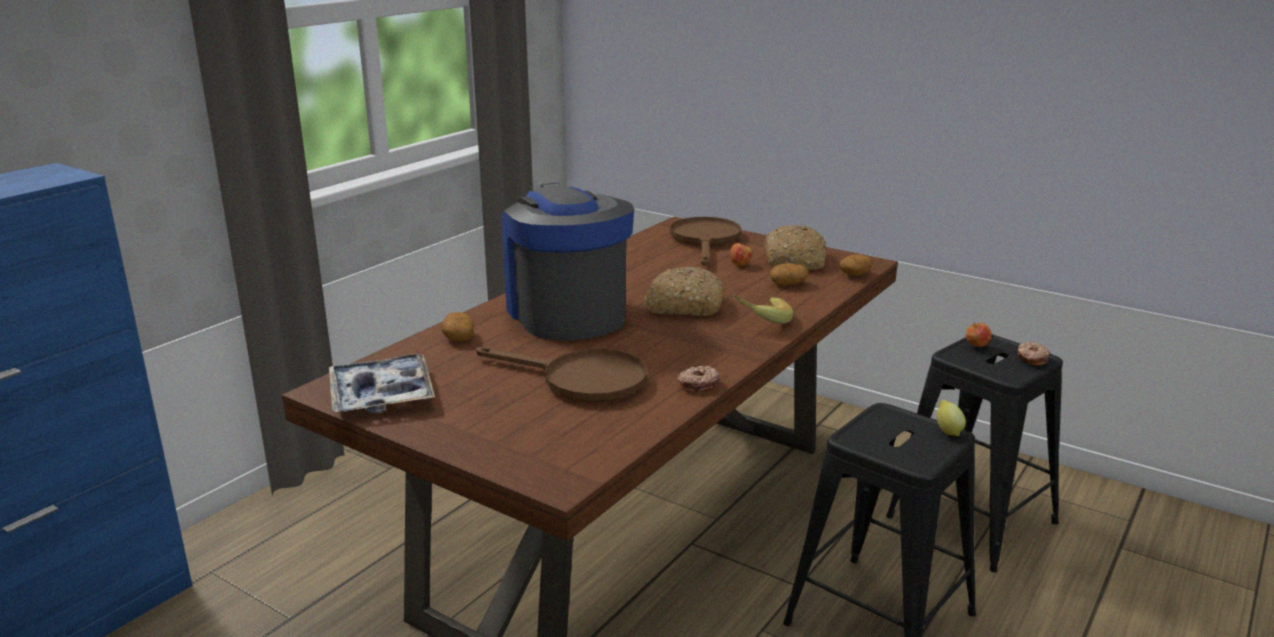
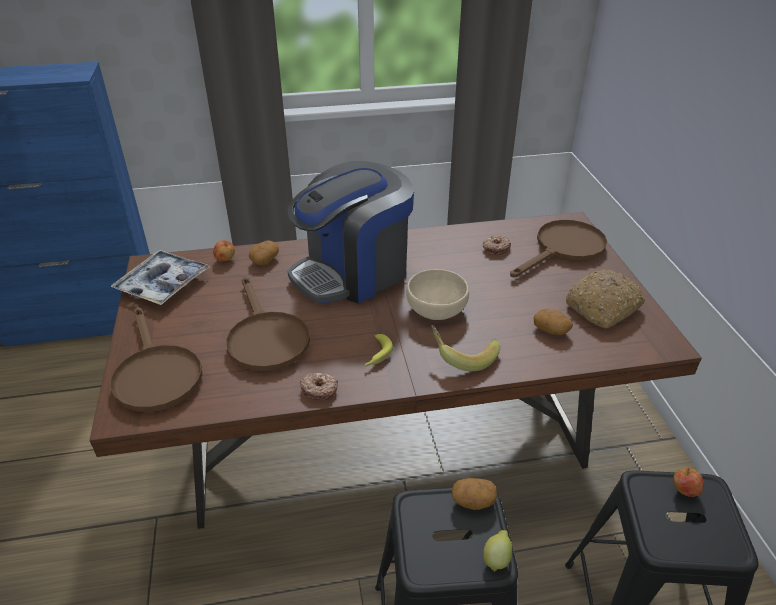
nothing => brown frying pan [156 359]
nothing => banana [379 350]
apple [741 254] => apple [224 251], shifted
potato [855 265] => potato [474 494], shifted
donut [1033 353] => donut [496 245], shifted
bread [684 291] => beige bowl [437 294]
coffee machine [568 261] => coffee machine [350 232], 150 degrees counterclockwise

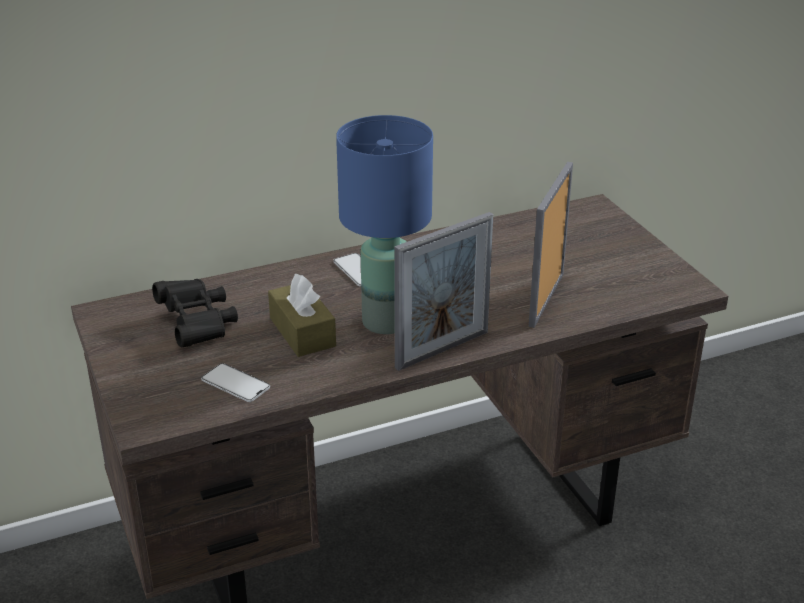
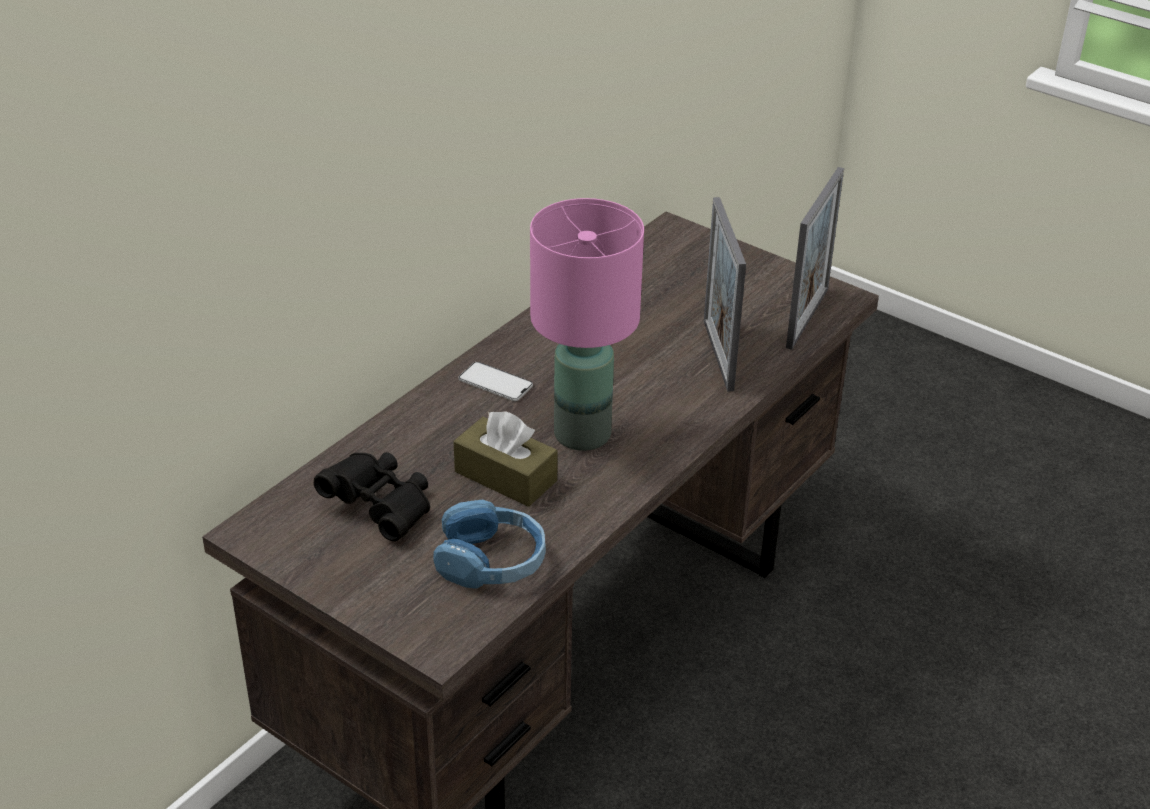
picture frame [443 291] => picture frame [815 258], shifted
phone [235 382] => blue headphones [489 544]
blue table lamp [384 224] => pink table lamp [587 324]

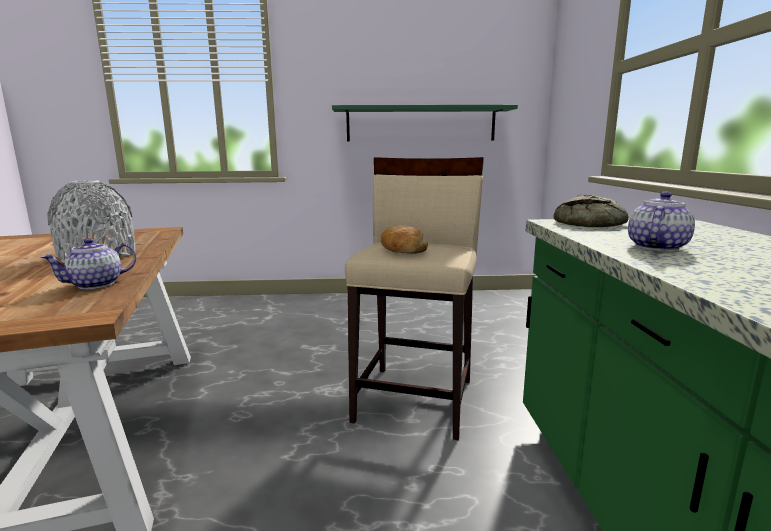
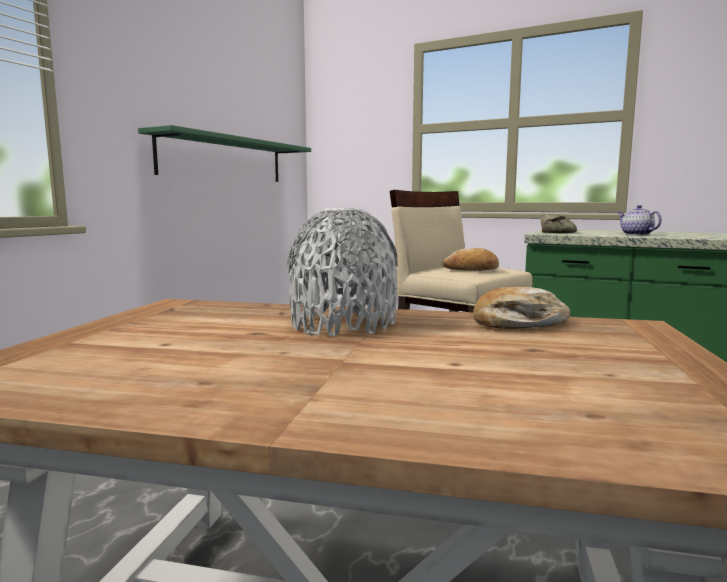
teapot [88 263] => bread [521 308]

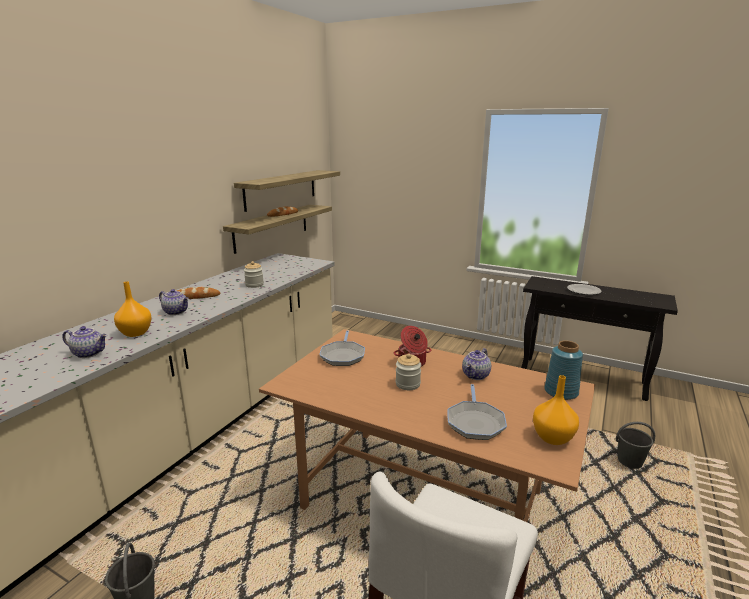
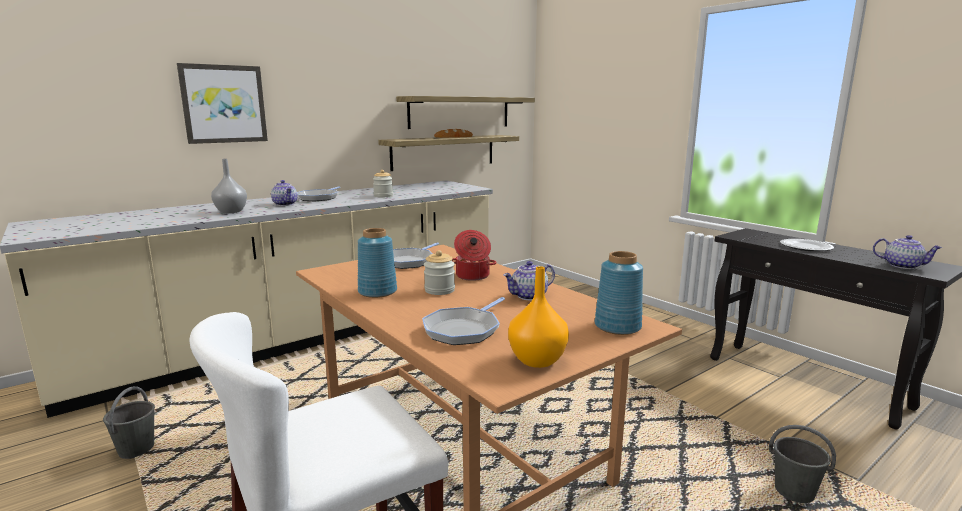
nothing => picture [222 103]
nothing => blue vase [377 263]
teapot [84 342] => teapot [907 252], shifted
bread [198 293] => frying pan [318 193]
orange vase [133 309] => grey vase [229 186]

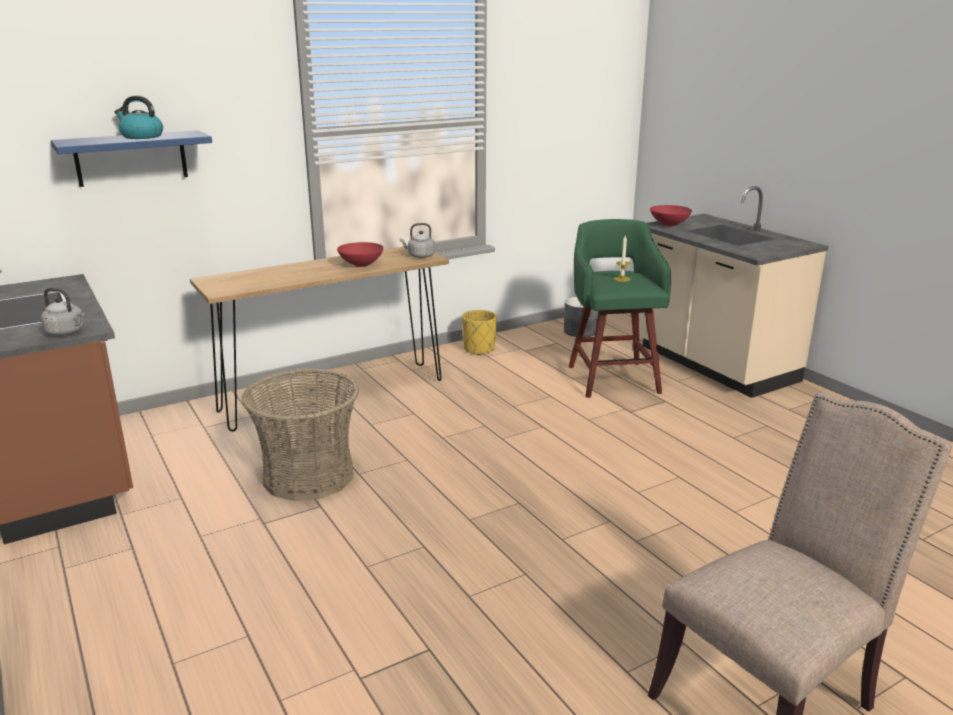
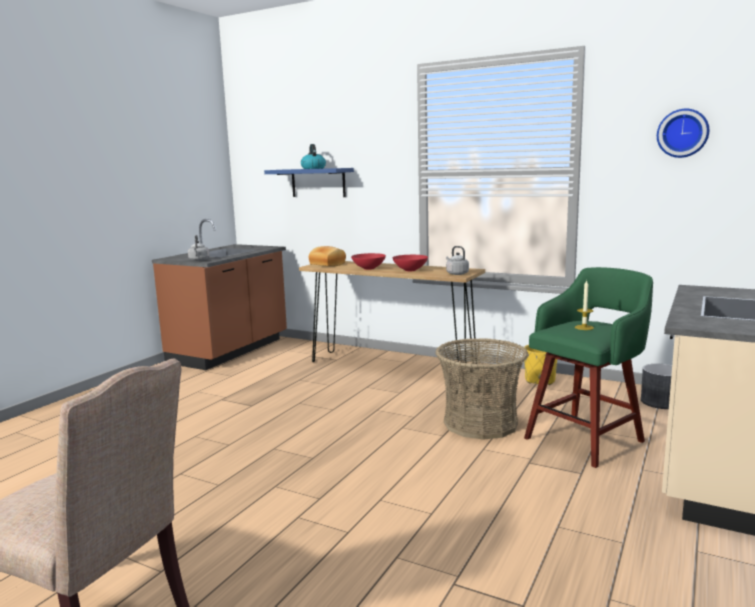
nothing => bread [327 256]
nothing => wall clock [683 133]
basket [300 435] => basket [481 389], shifted
red bowl [671 215] => red bowl [368 261], shifted

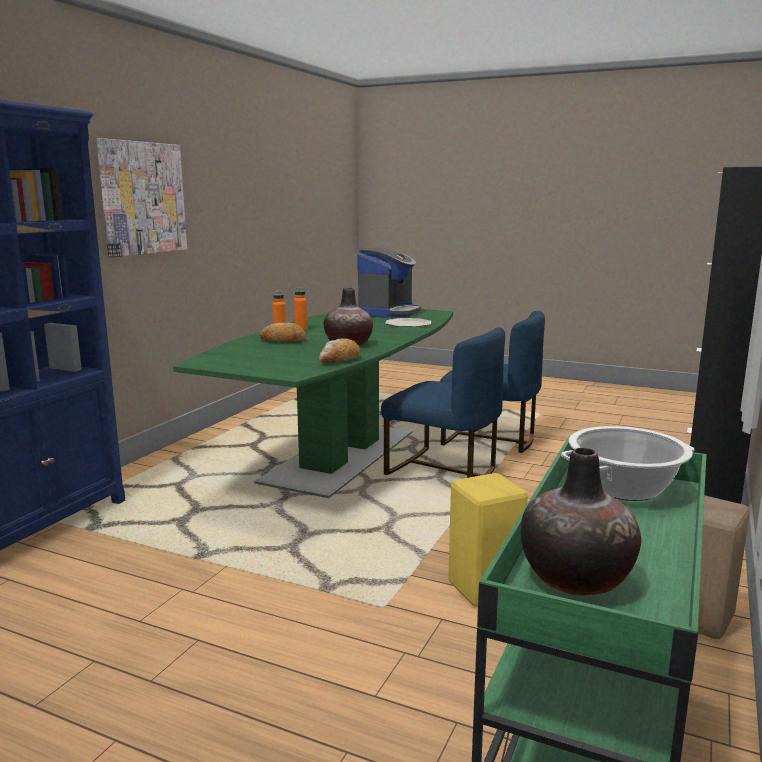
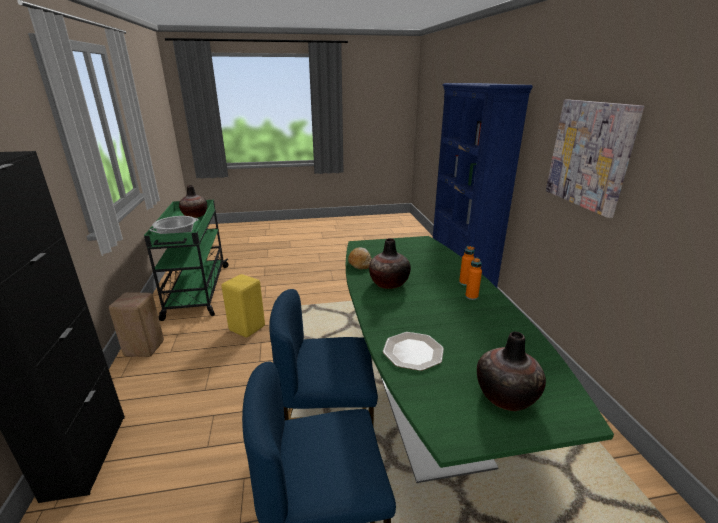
bread [282 332] => nothing
coffee machine [389 283] => vase [511 371]

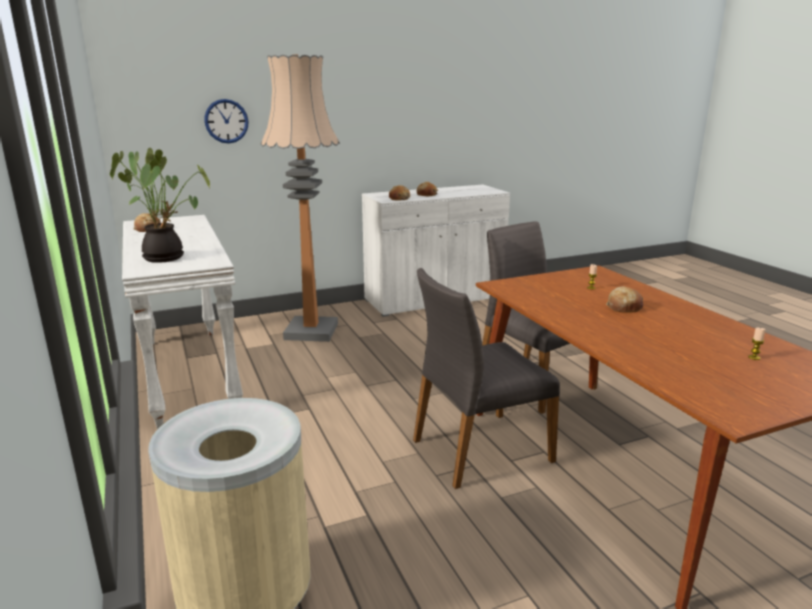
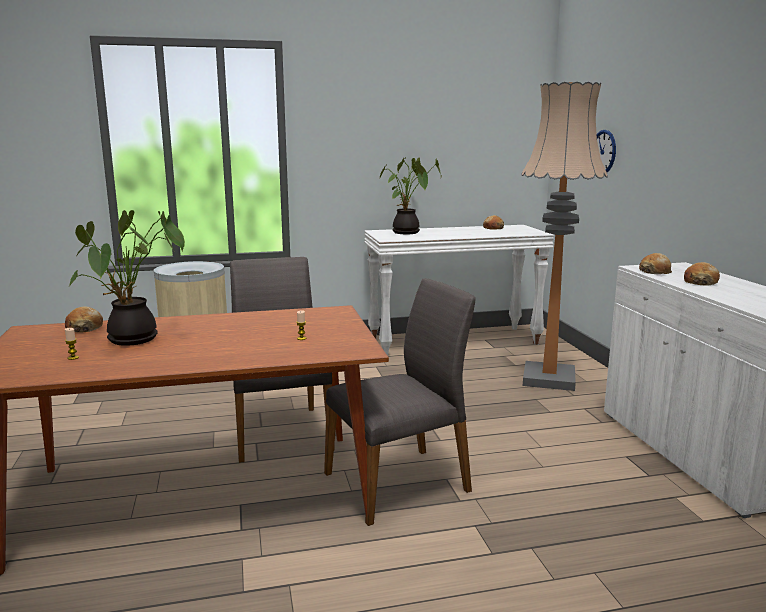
nothing => potted plant [127 278]
bread [624 299] => bread [84 319], shifted

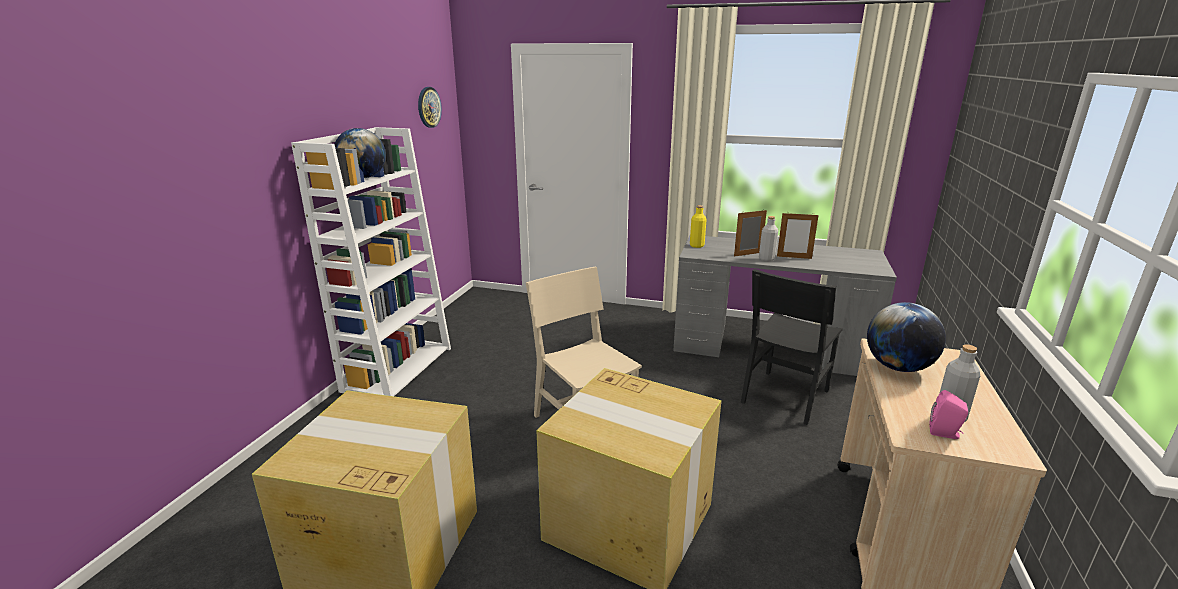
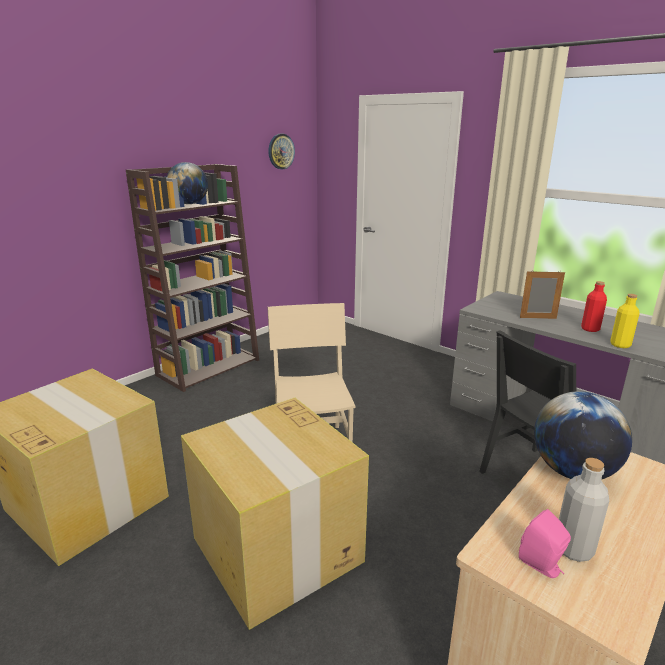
grey bottle [768 238] => nothing
yellow bottle [698 226] => yellow bottle [625 321], shifted
picture frame [798 236] => red bottle [594 306]
white bookcase [371 261] => brown bookcase [192 278]

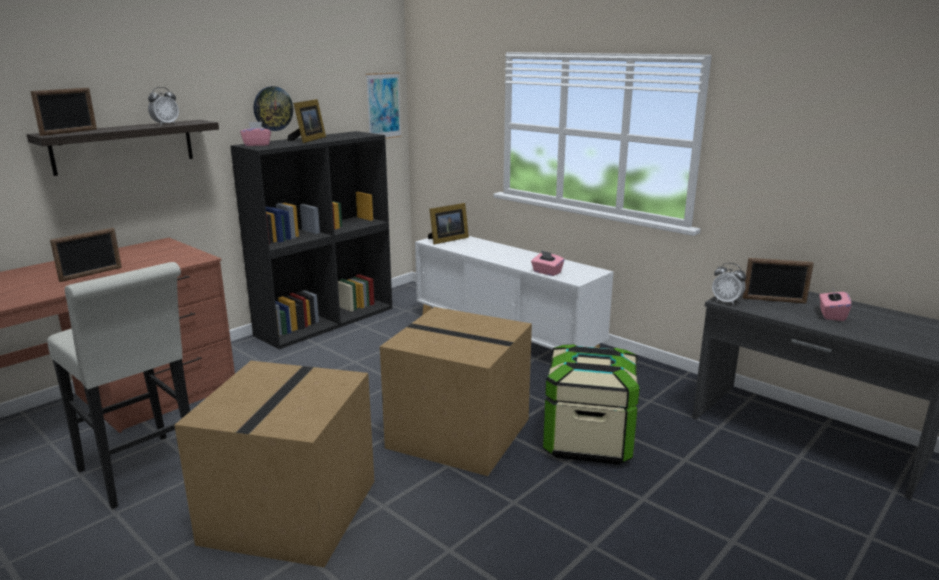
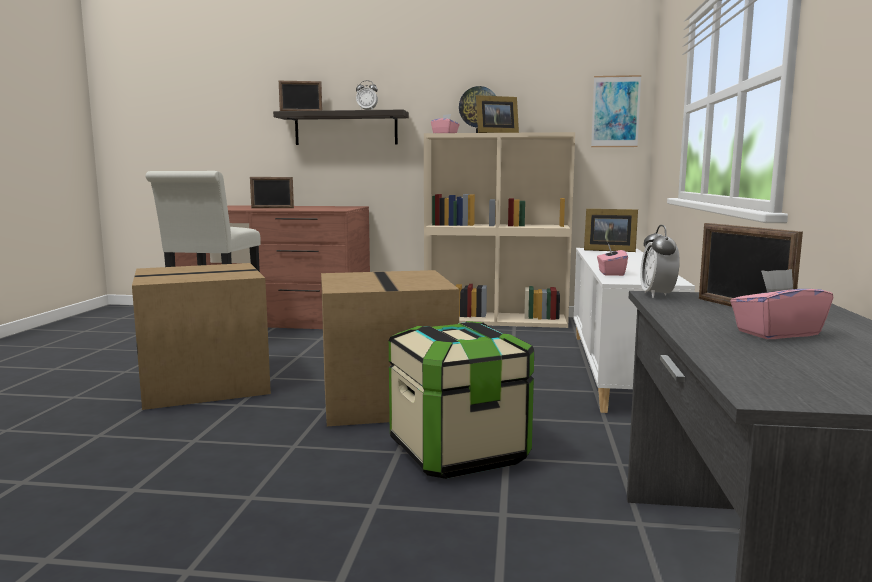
black bookcase [311 240] => beige bookcase [499 230]

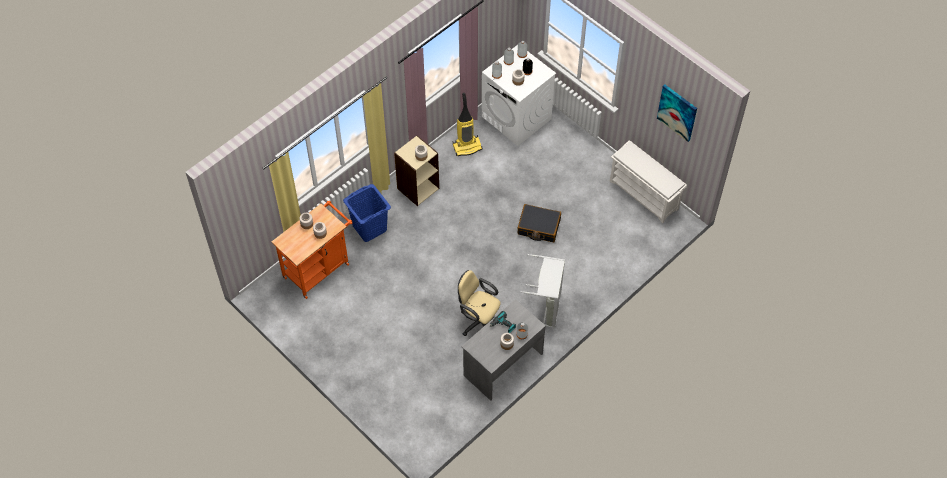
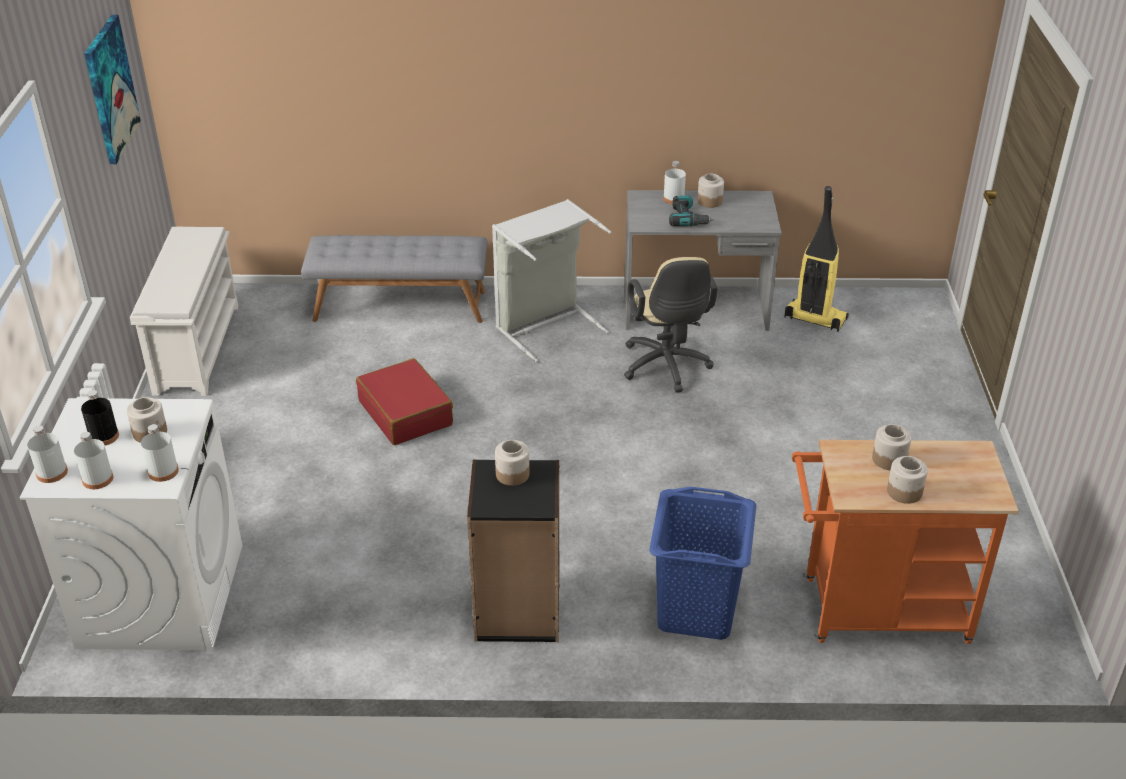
nothing => grey bench [394 279]
vacuum cleaner [468 124] => vacuum cleaner [816 259], shifted
beige bookcase [416 170] => black bookcase [513 550]
black suitcase [539 223] => red suitcase [404 401]

